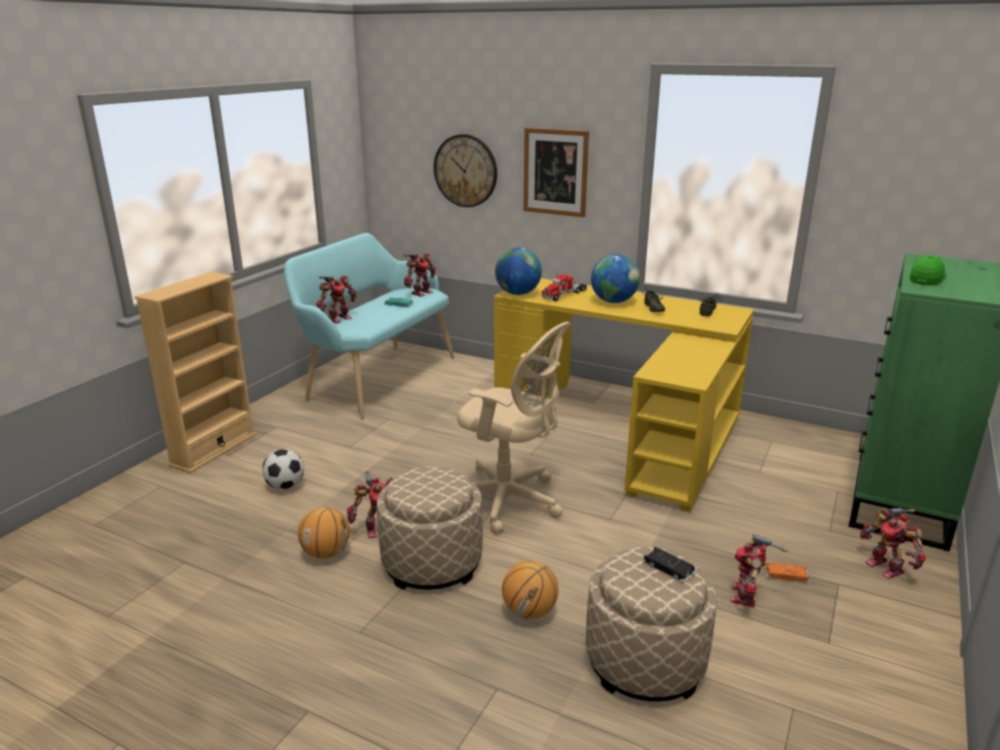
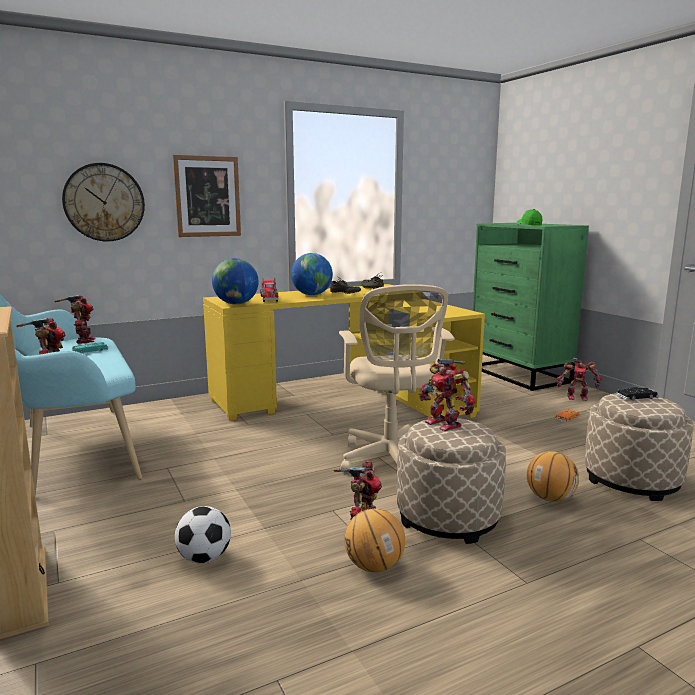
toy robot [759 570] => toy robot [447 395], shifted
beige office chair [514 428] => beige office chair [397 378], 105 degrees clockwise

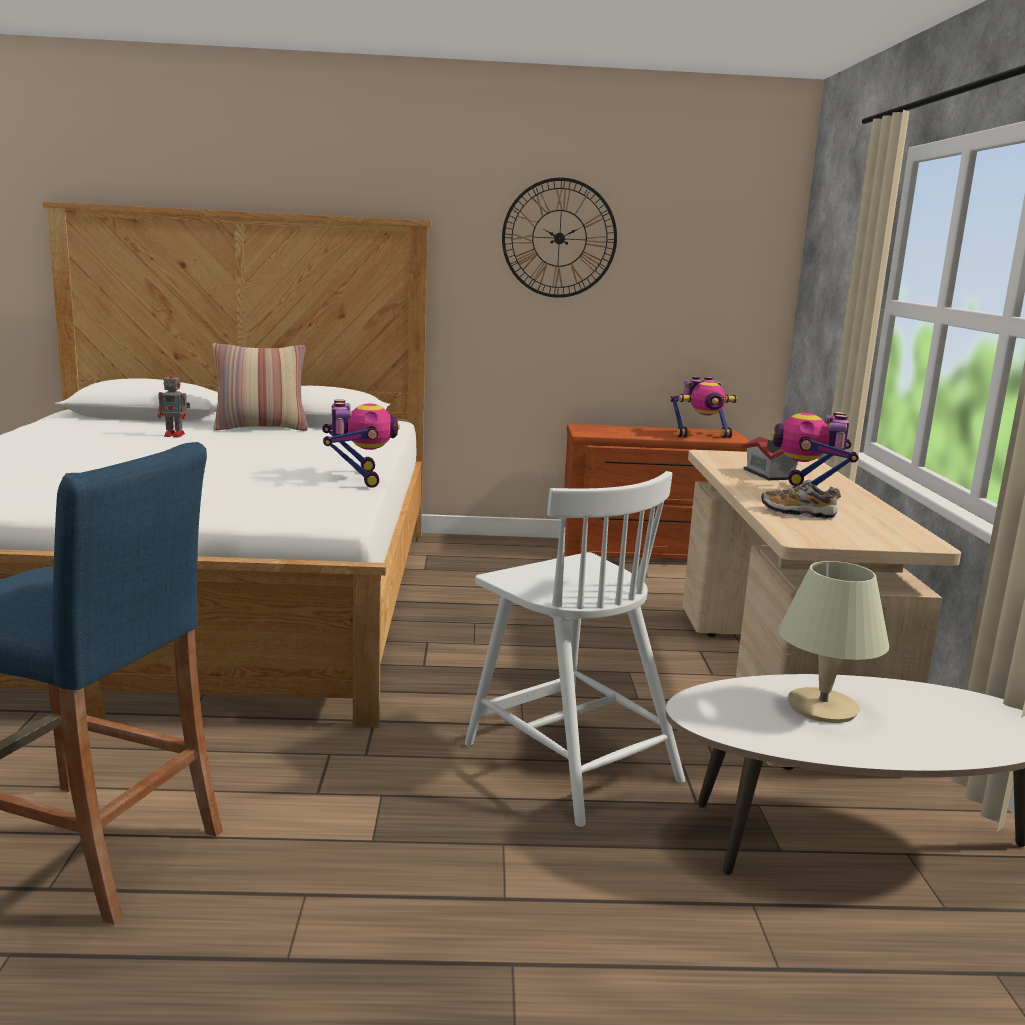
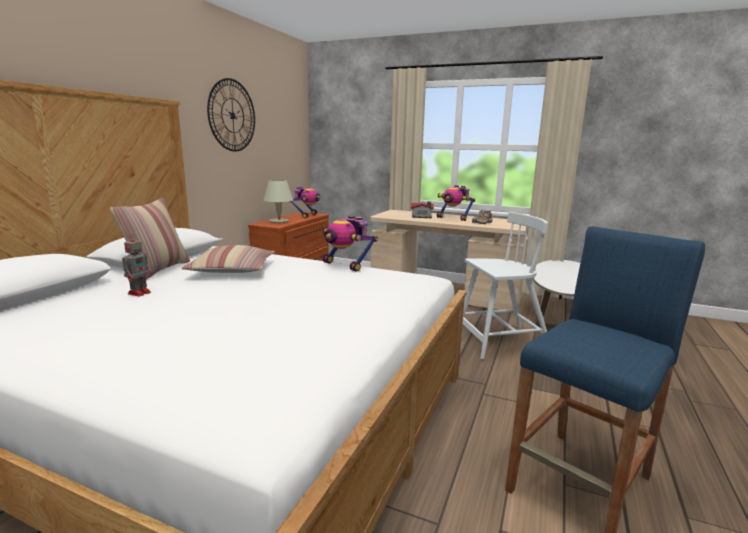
nothing => pillow [228 259]
beige table lamp [833 642] => beige table lamp [278 201], shifted
toy robot [361 443] => toy robot [350 244], 150 degrees counterclockwise

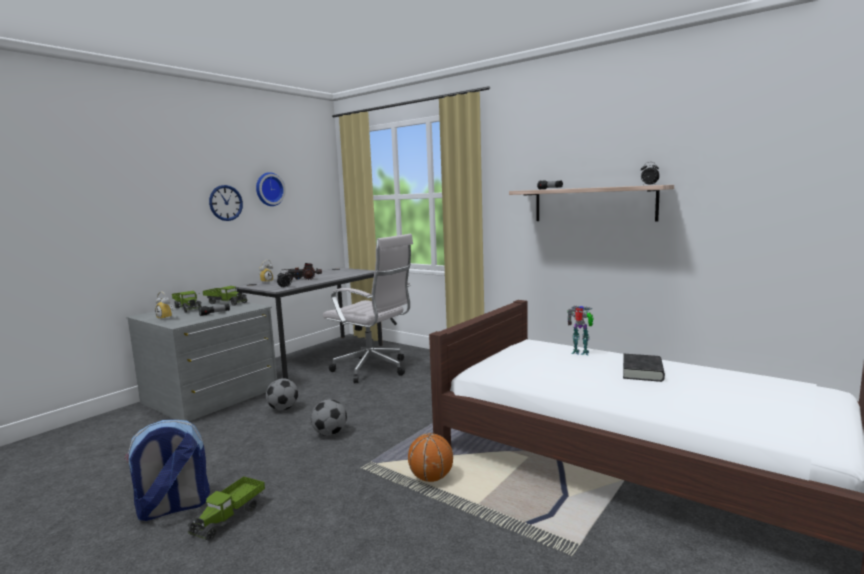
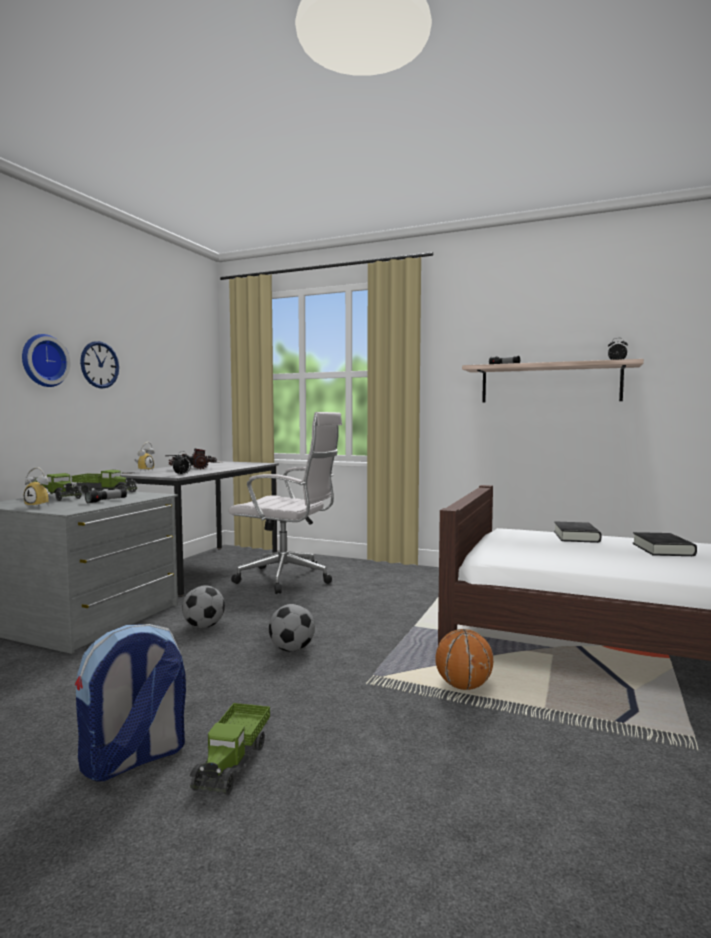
wall clock [271 189] => wall clock [46 360], shifted
toy robot [580 330] => black book [577 532]

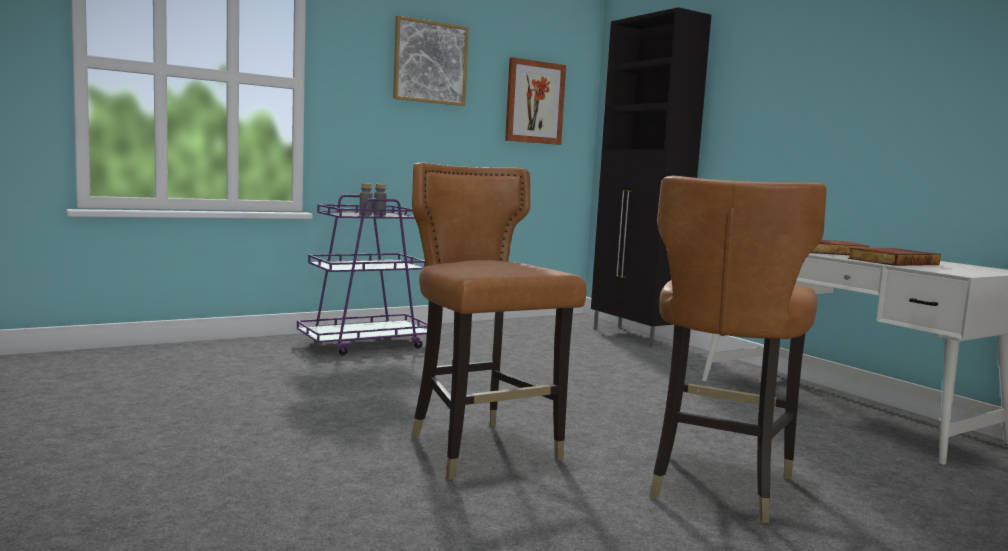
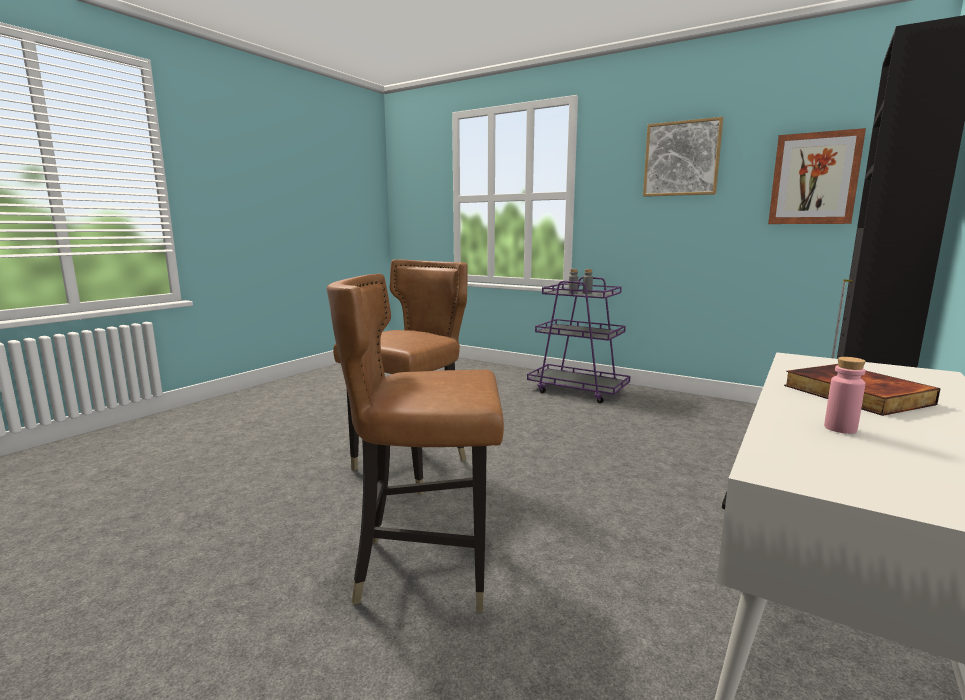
book [894 257] => pink bottle [845 395]

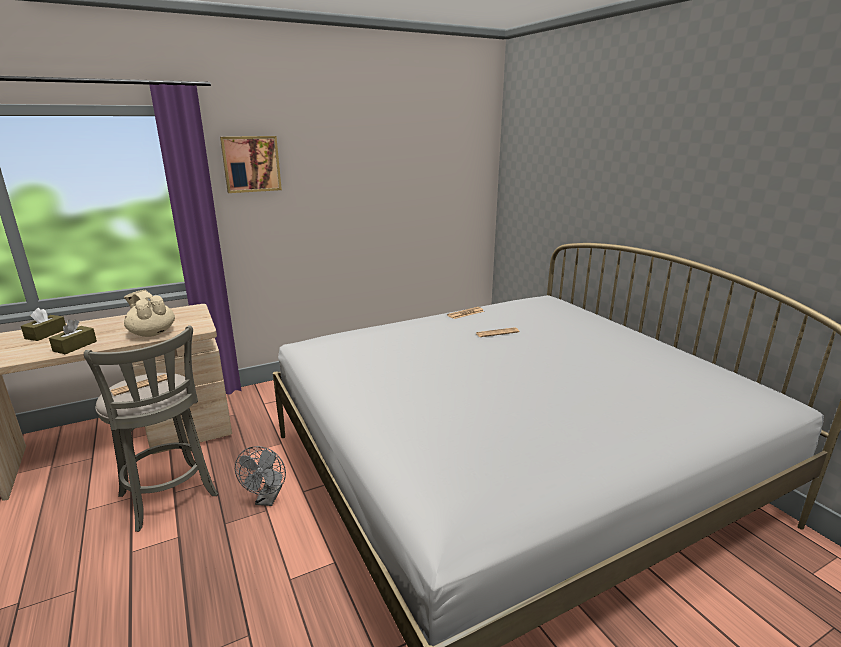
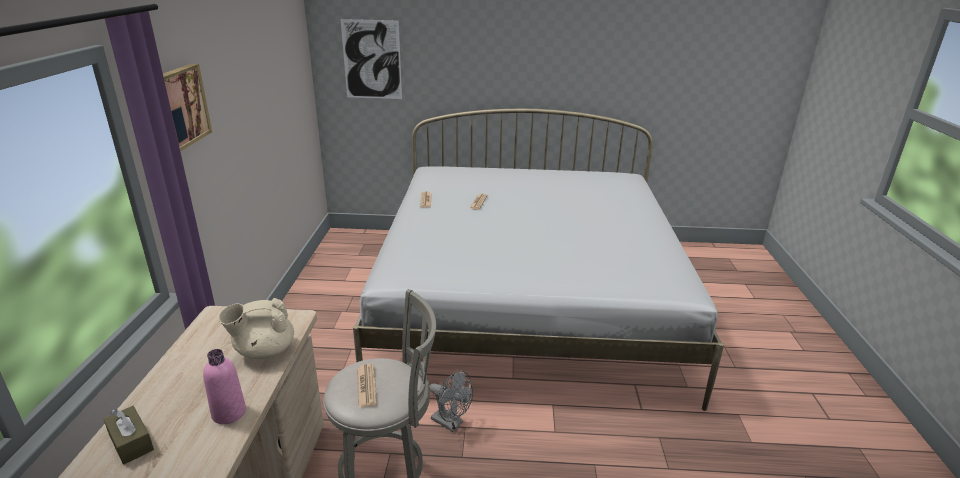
nothing => picture [371 59]
brown tissue box [73 336] => pink bottle [224 386]

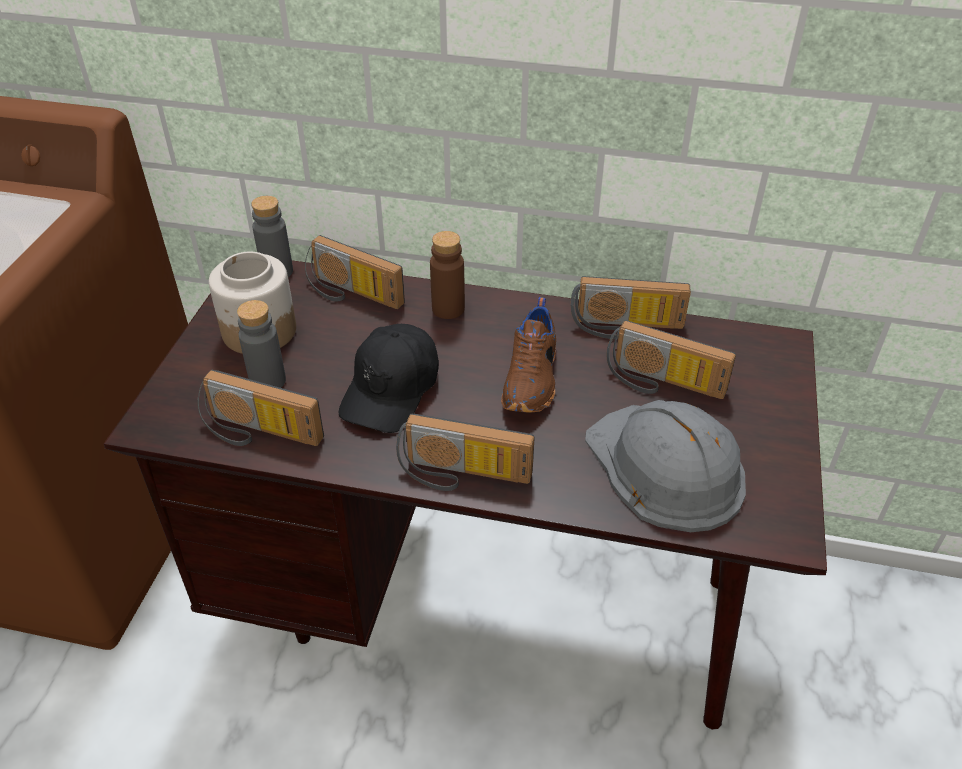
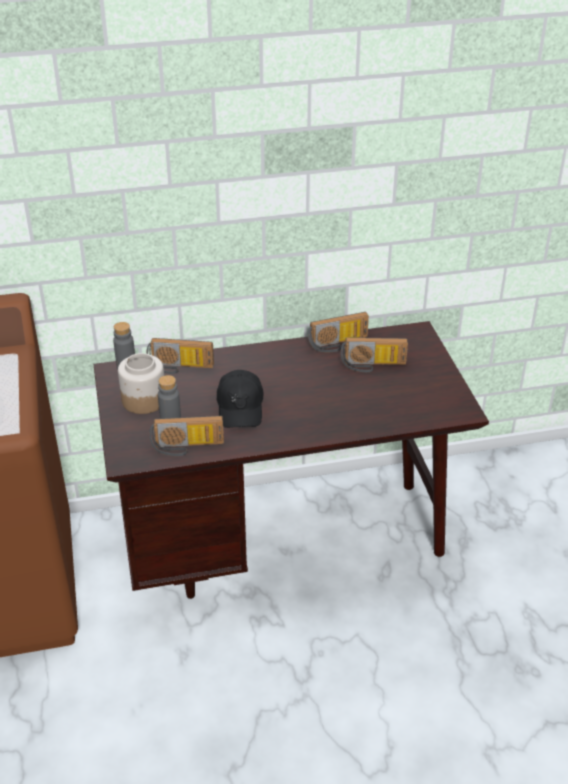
radio [465 452] => nothing
brown bottle [447 275] => nothing
brown shoe [528 355] => nothing
grey hard hat [665 466] => nothing

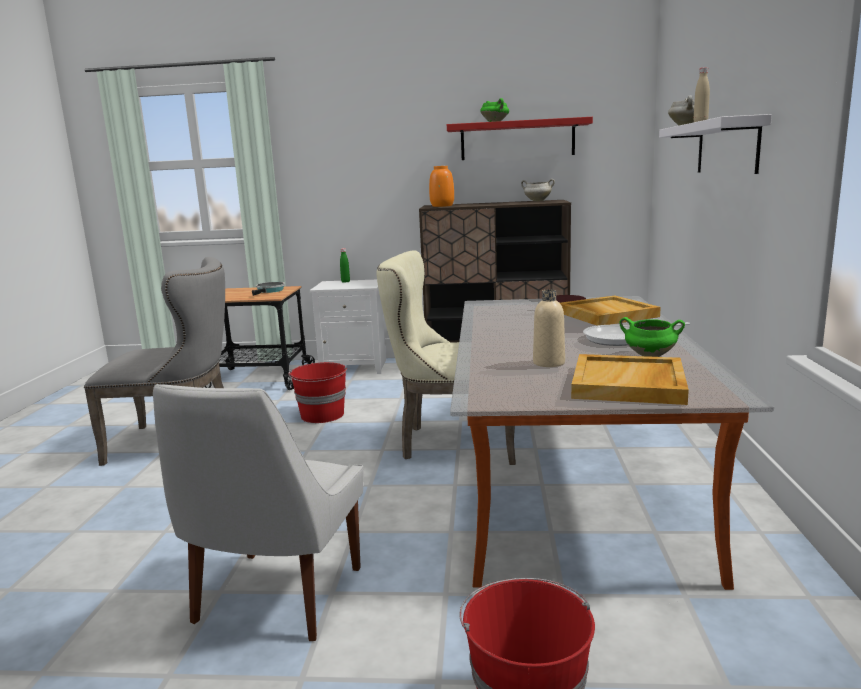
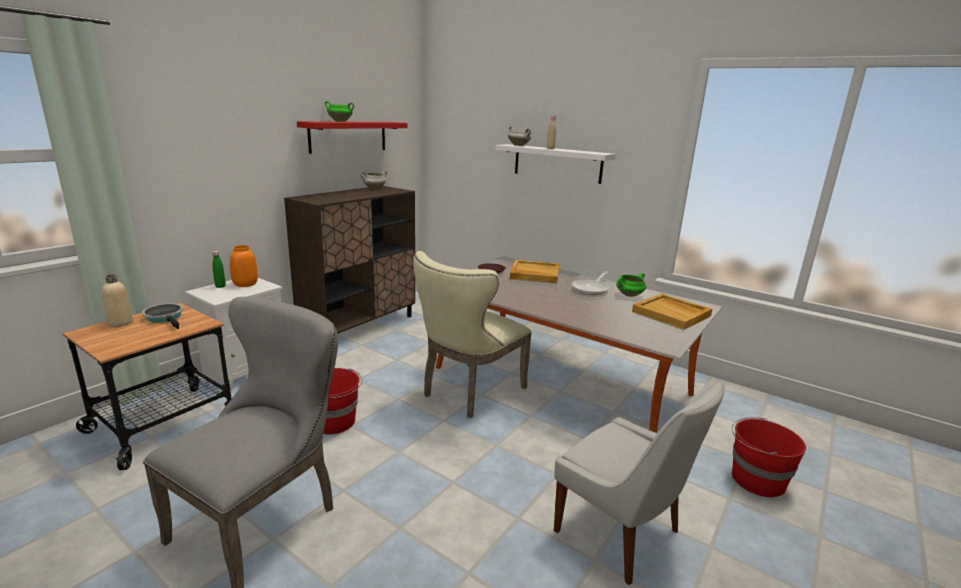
orange vase [441 186] => orange vase [244 266], shifted
beige bottle [549 328] => beige bottle [117 300], shifted

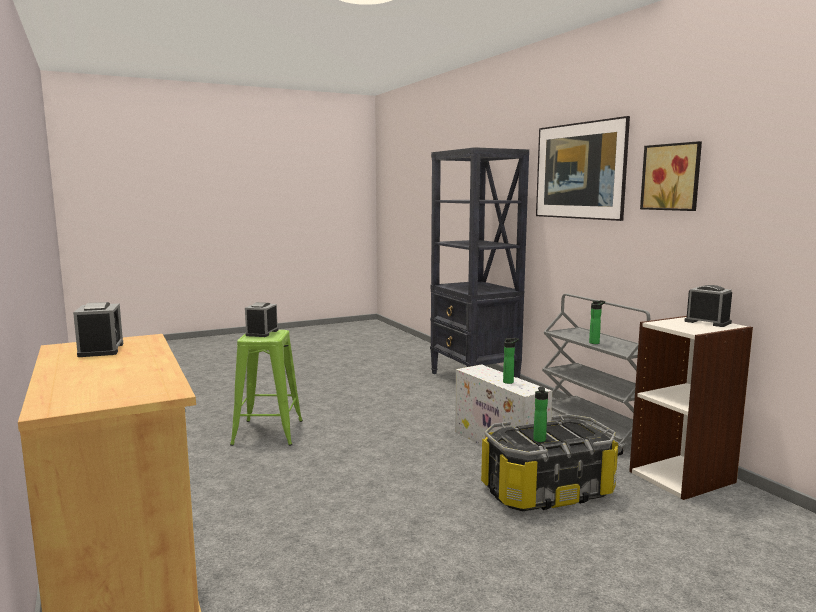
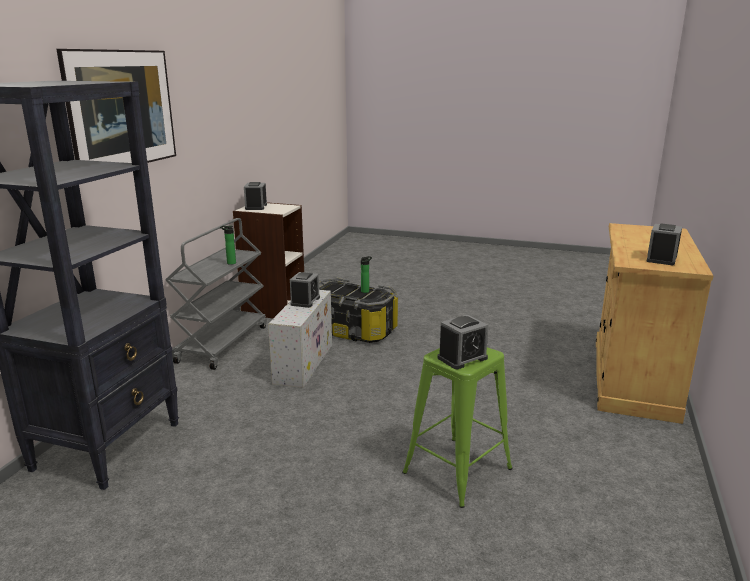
picture [671 176] => nothing
bottle [511 361] => alarm clock [305 290]

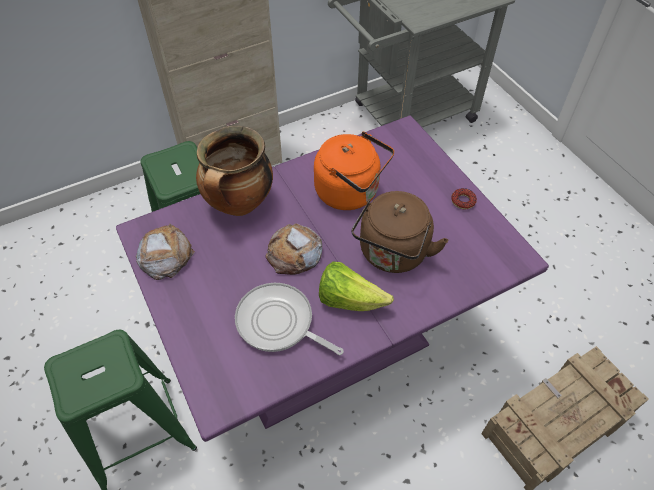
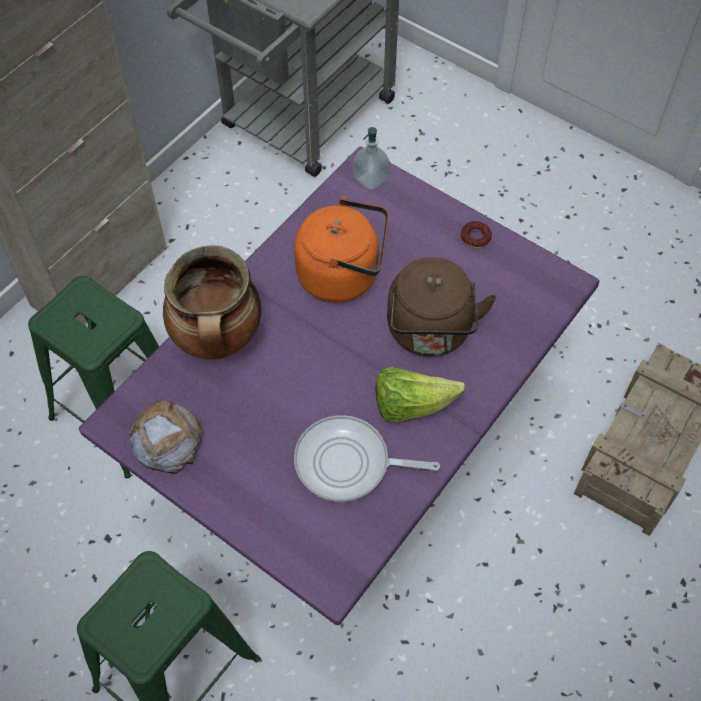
bread [294 249] => nothing
nothing => soap dispenser [371 158]

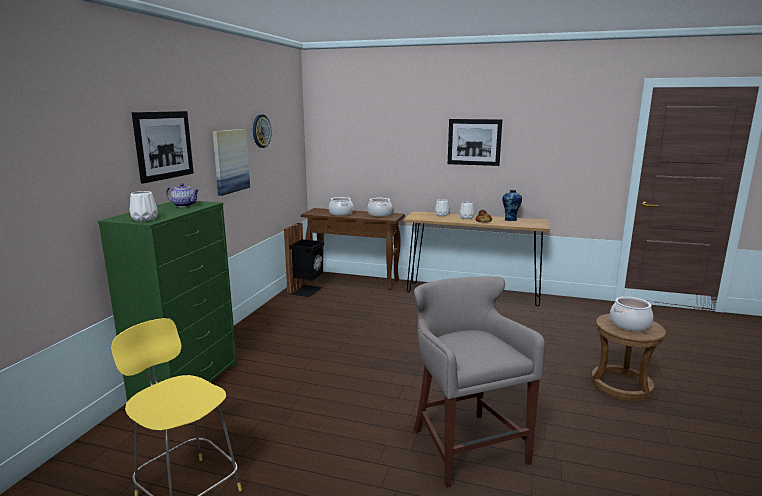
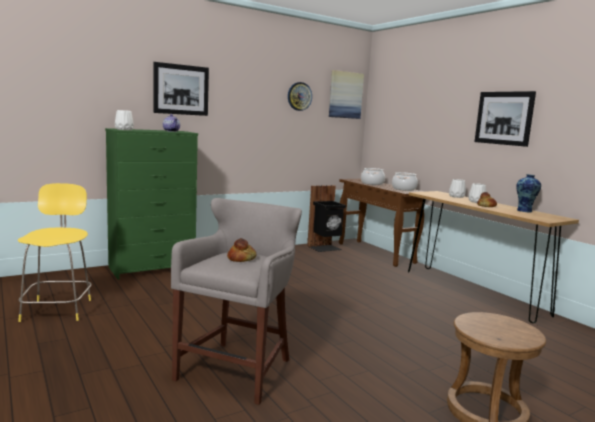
cooking pot [631 314] => nothing
nothing => bread [241 250]
picture [231 162] => picture [346 94], shifted

